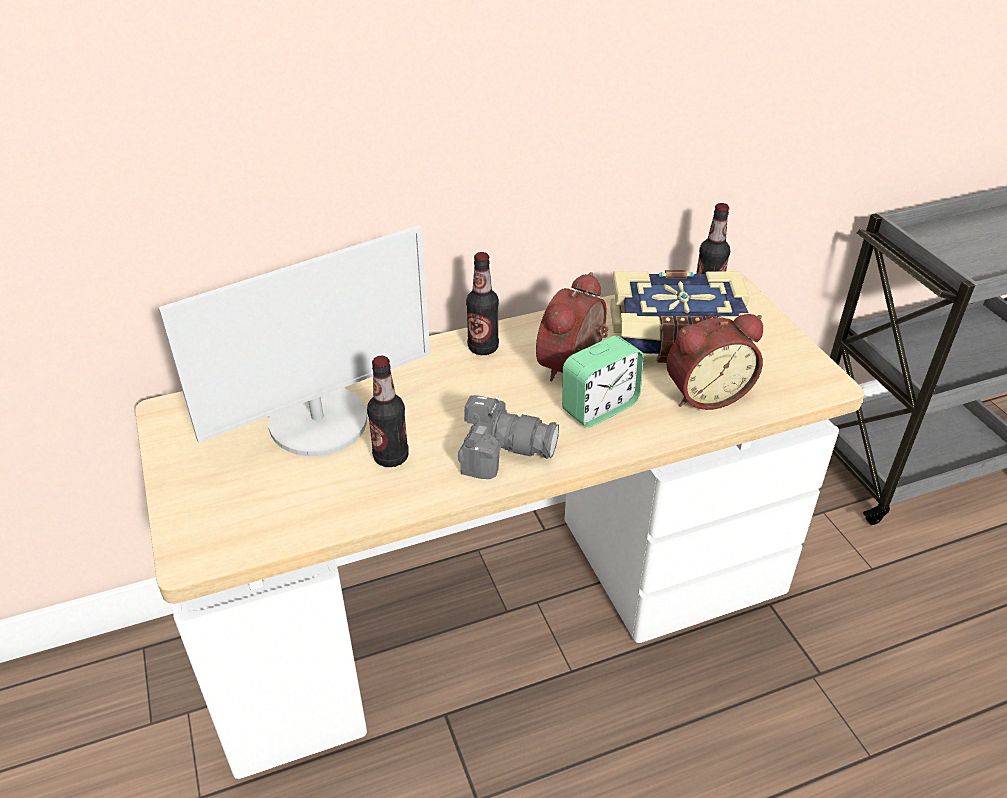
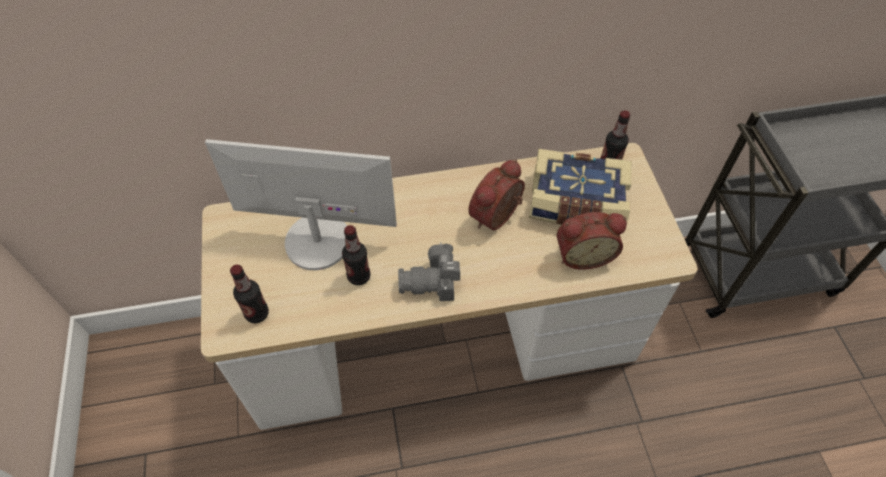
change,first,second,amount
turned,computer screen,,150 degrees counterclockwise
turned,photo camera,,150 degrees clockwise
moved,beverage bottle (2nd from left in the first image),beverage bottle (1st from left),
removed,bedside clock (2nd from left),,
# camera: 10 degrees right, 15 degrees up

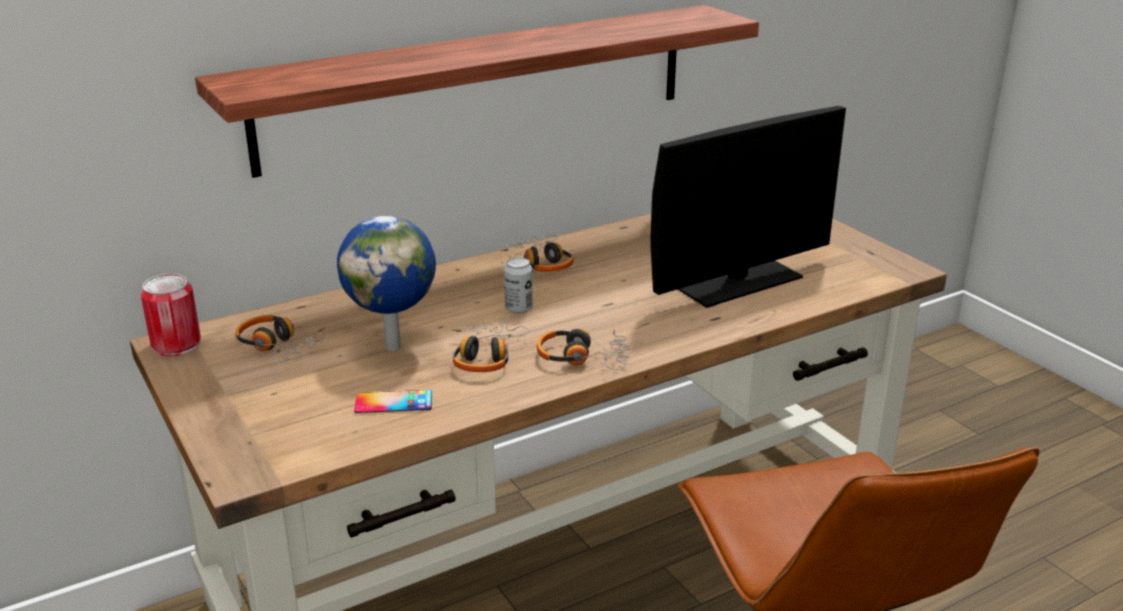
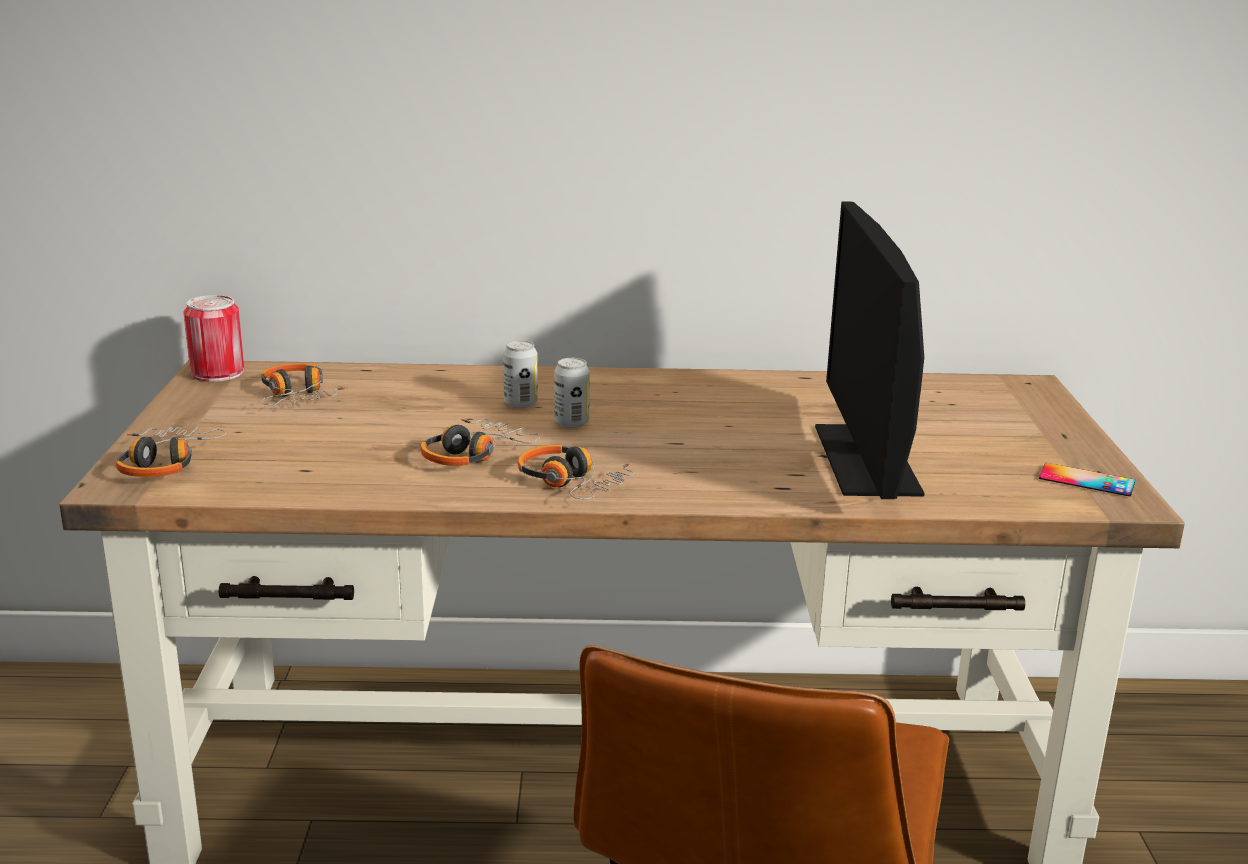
change,first,second,amount
removed,wall shelf,,
removed,desk globe,,
moved,telephone,,
moved,pair of headphones (3rd from left in the first image),pair of headphones (1st from left),
turned,computer screen,,90 degrees clockwise
added,,sealed can (2nd from left),
# camera: 30 degrees right, 5 degrees down

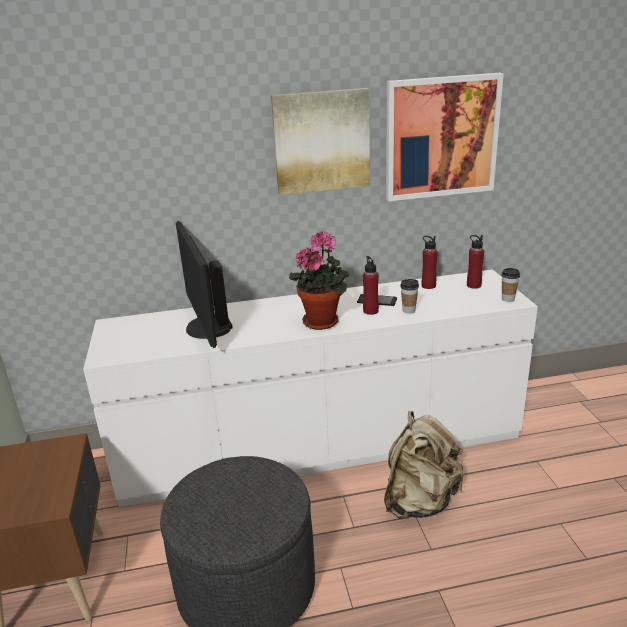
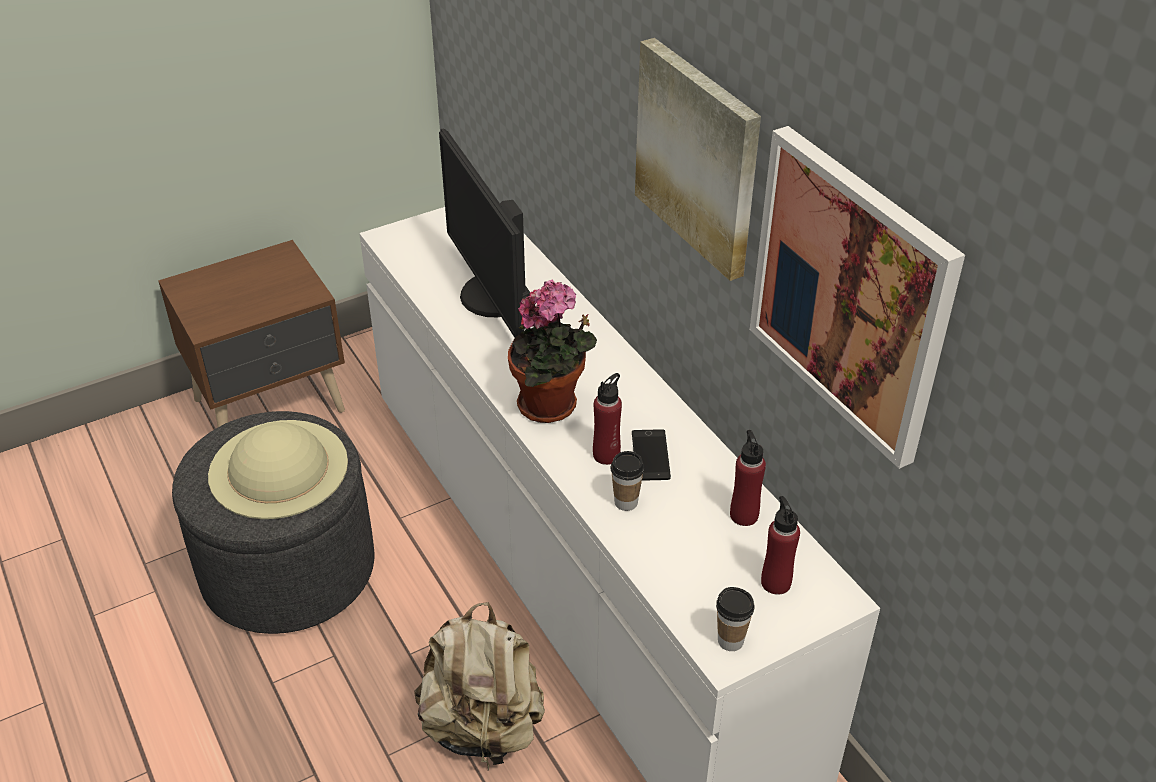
change,first,second,amount
turned,computer screen,,75 degrees counterclockwise
added,,hat/sand-coloured,
# camera: 70 degrees right, 15 degrees up

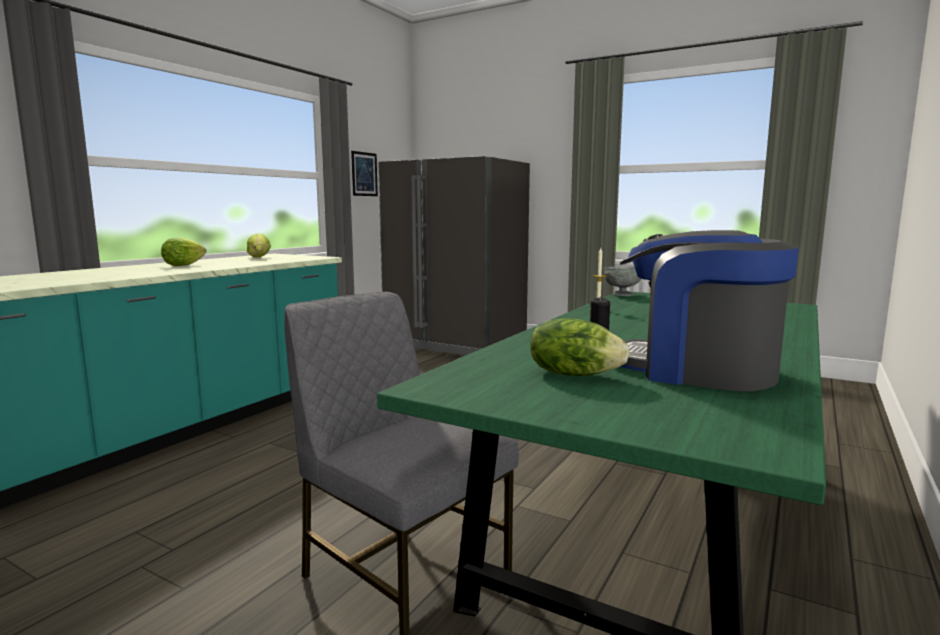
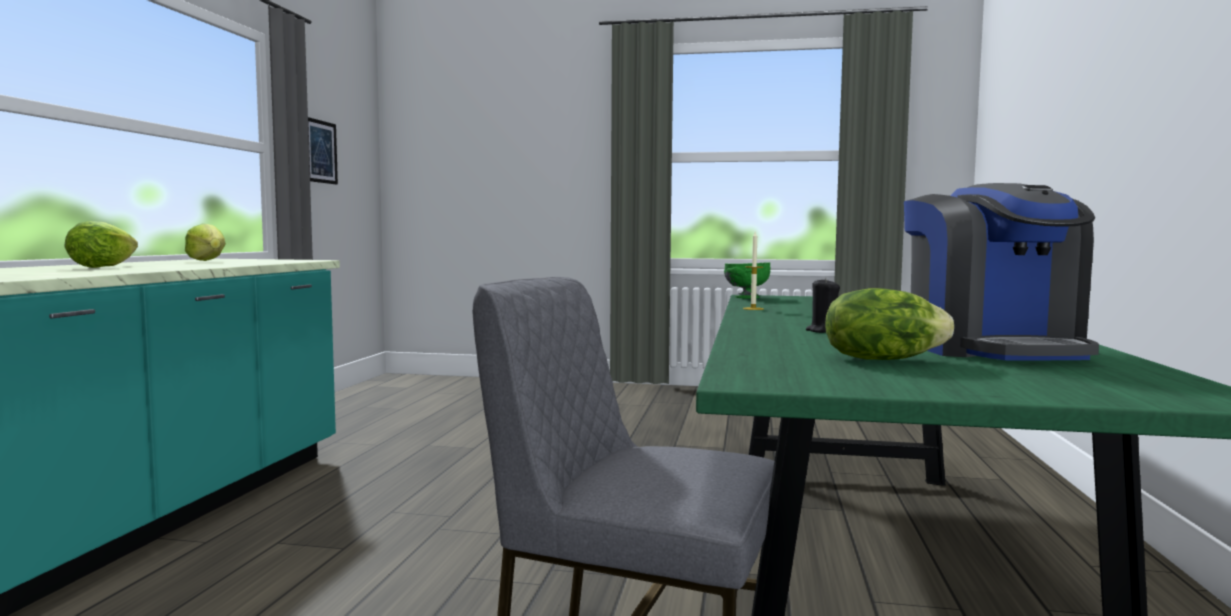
change,first,second,amount
removed,fridge/greyish,,
recoloured,serving bowl/greyish,serving bowl/green-coloured,
turned,coffee maker,,105 degrees counterclockwise
# camera: 20 degrees left, 5 degrees down

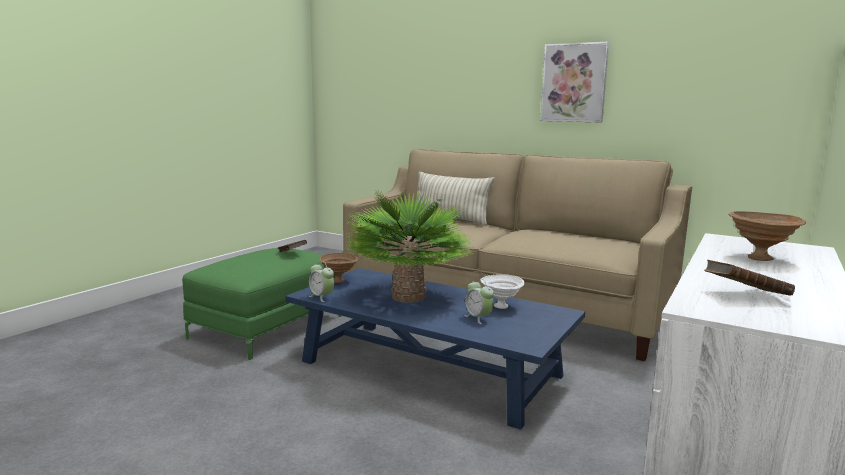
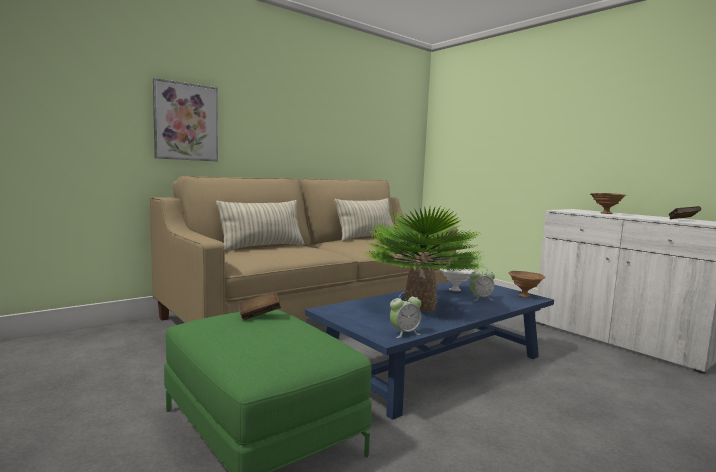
change,first,second,amount
moved,serving bowl/brown (1st from left),,
moved,picture,,
added,,pillow (2nd from left),
# camera: 70 degrees left, 5 degrees down

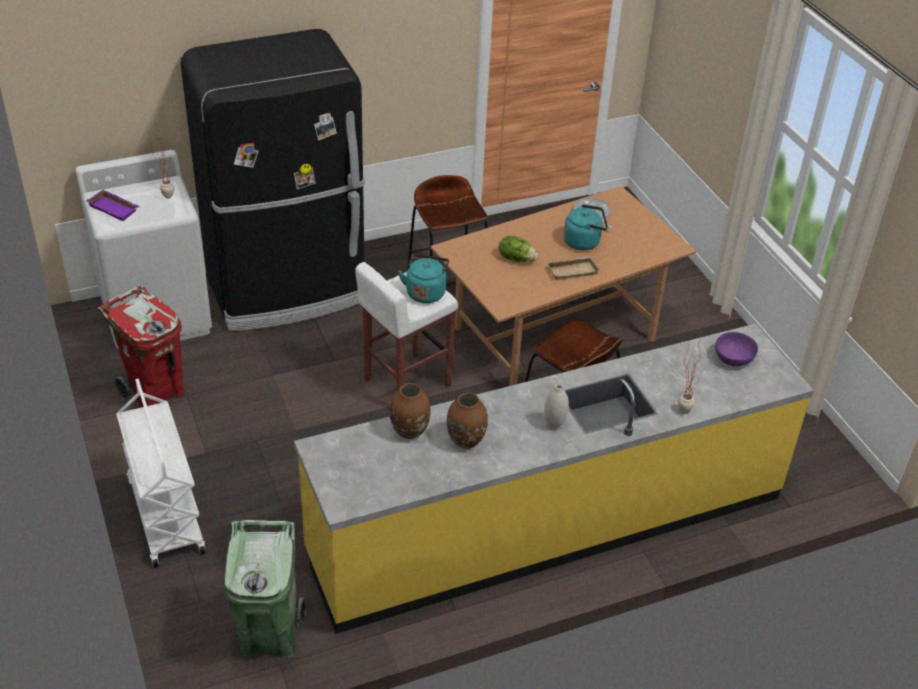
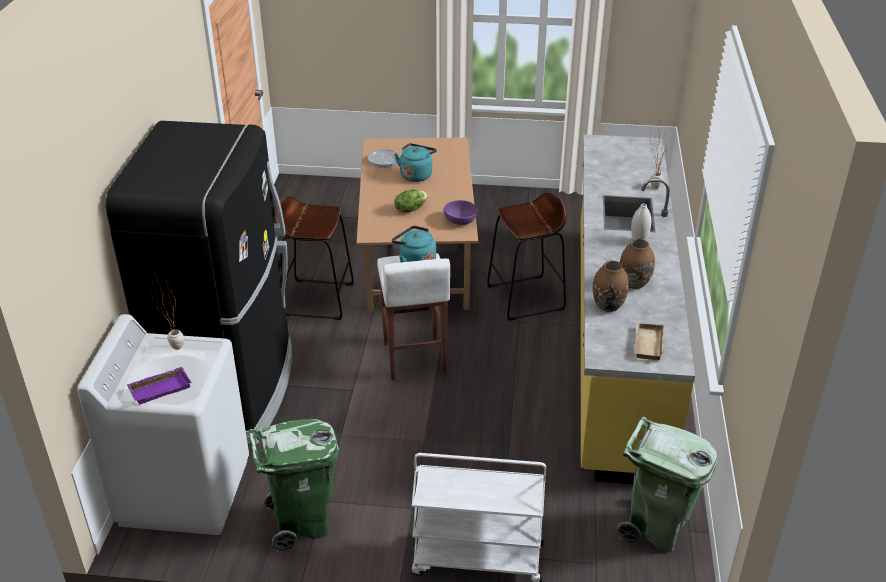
change,first,second,amount
recoloured,rubbish bin/red-coloured,rubbish bin/green-coloured (1st from left),
moved,carrying tray/sand-coloured,,
moved,serving bowl/purple-coloured,,
# camera: 60 degrees left, 5 degrees down

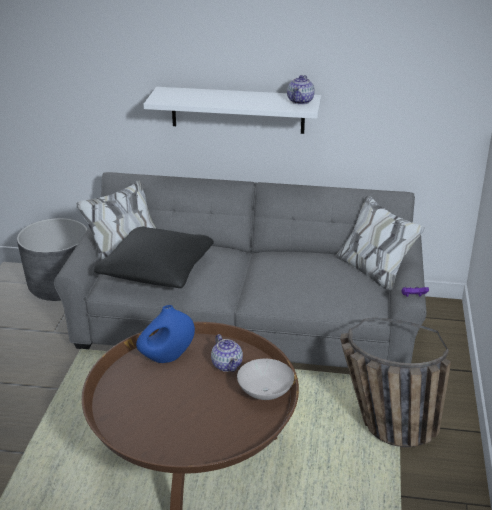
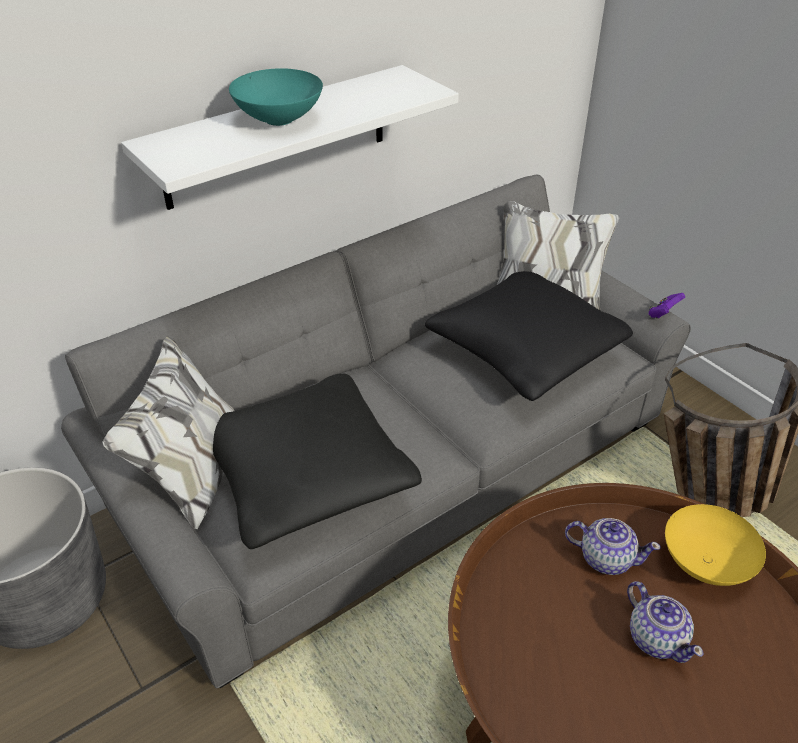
change,first,second,amount
removed,decorative vase/blue,,
recoloured,serving bowl/whitish,serving bowl/yellowish,
moved,teapot (2nd from left),,
added,,serving bowl/turquoise,
added,,pillow/black-coloured (2nd from left),
# camera: 45 degrees left, 10 degrees up

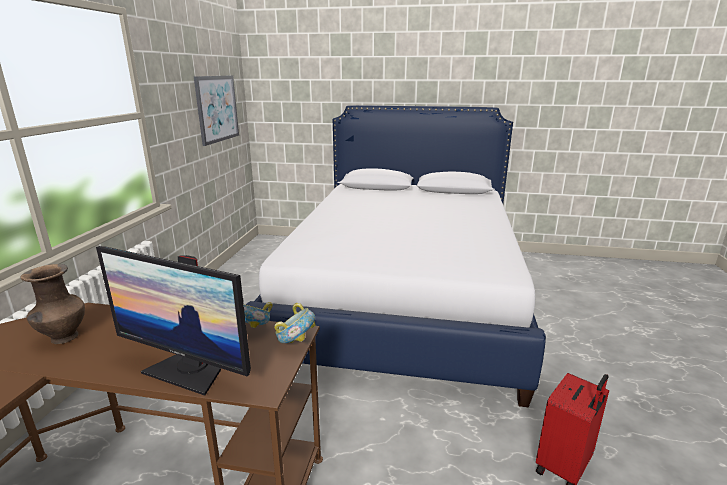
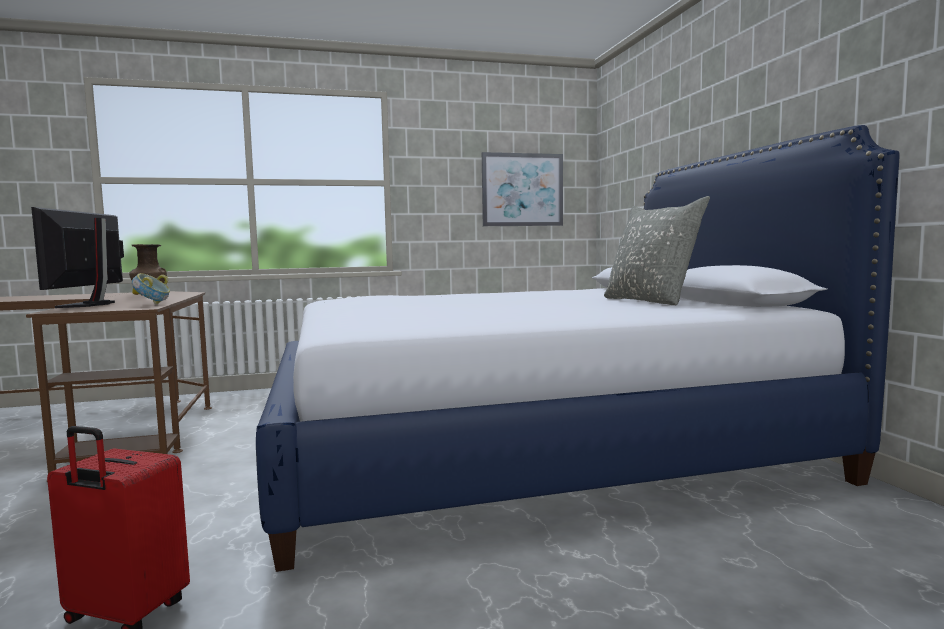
change,first,second,amount
removed,serving bowl (2nd from left),,
added,,pillow/greyish,
# camera: 65 degrees right, 15 degrees down

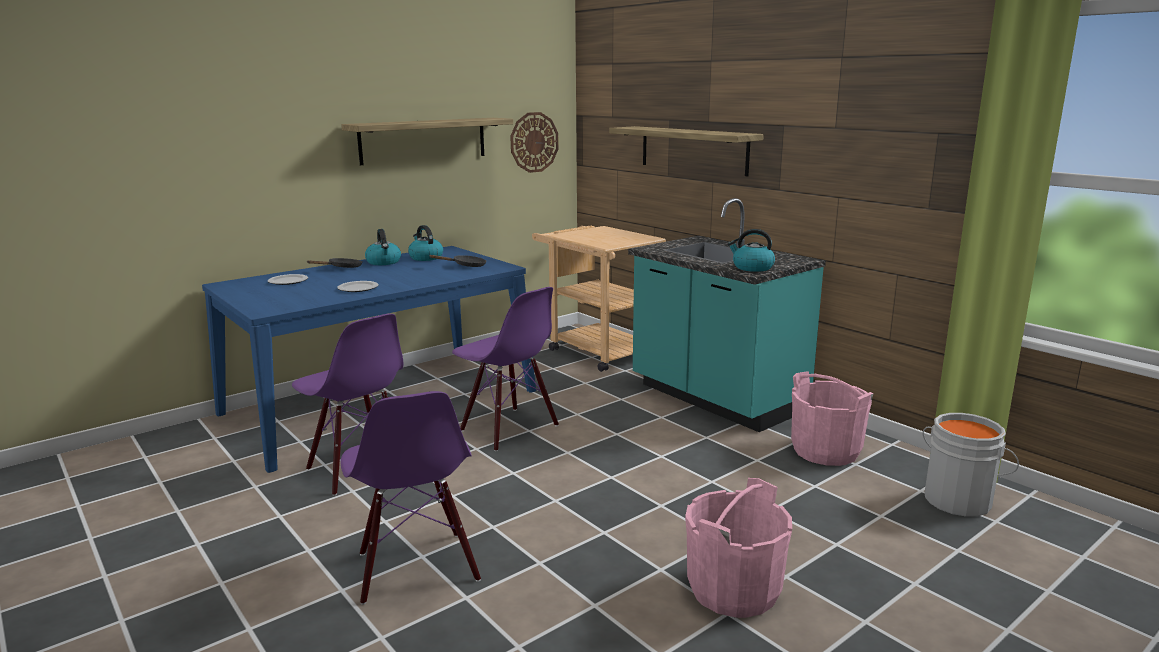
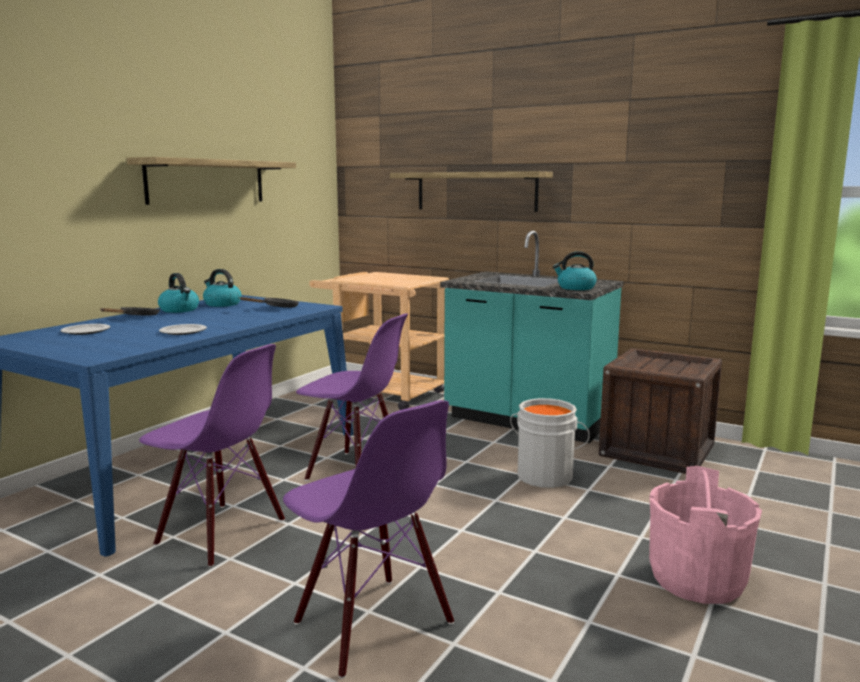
change,first,second,amount
removed,clock on the wall,,
replaced,water bucket/pink (2nd from left),packing crate,
moved,water bucket/greyish,,
# camera: 20 degrees left, 5 degrees down

